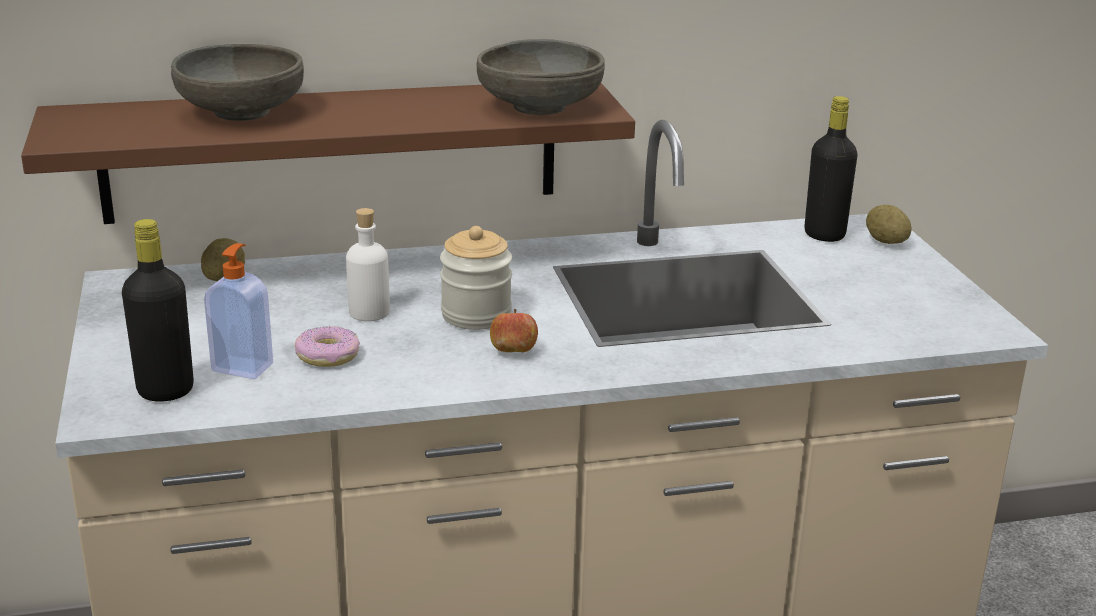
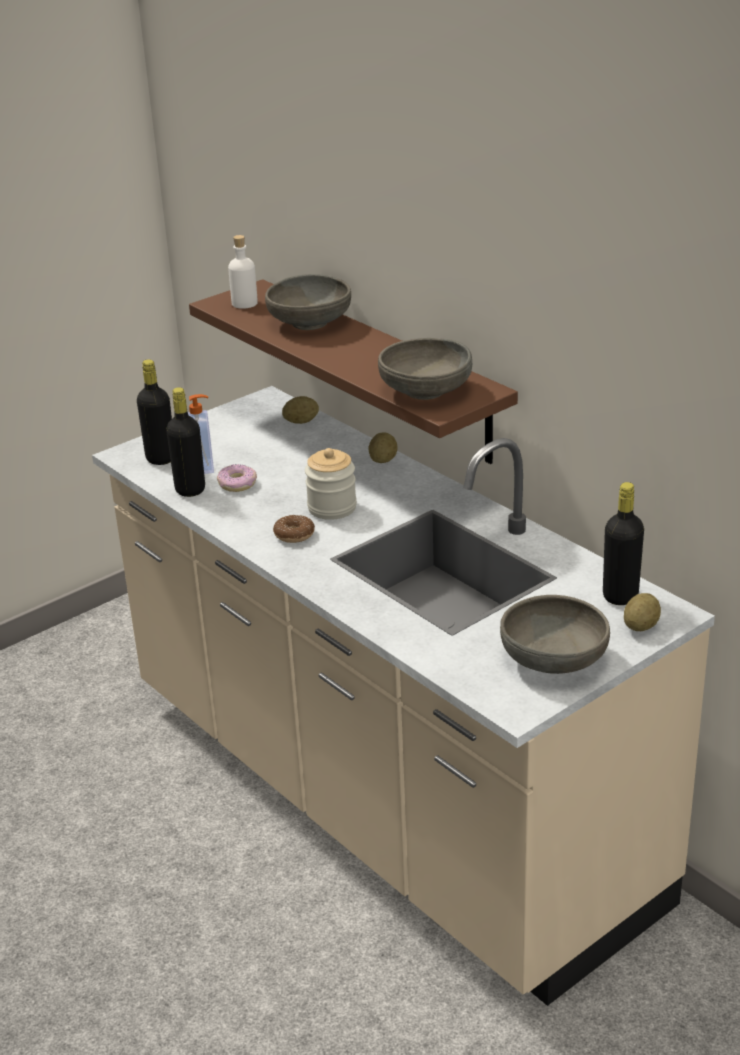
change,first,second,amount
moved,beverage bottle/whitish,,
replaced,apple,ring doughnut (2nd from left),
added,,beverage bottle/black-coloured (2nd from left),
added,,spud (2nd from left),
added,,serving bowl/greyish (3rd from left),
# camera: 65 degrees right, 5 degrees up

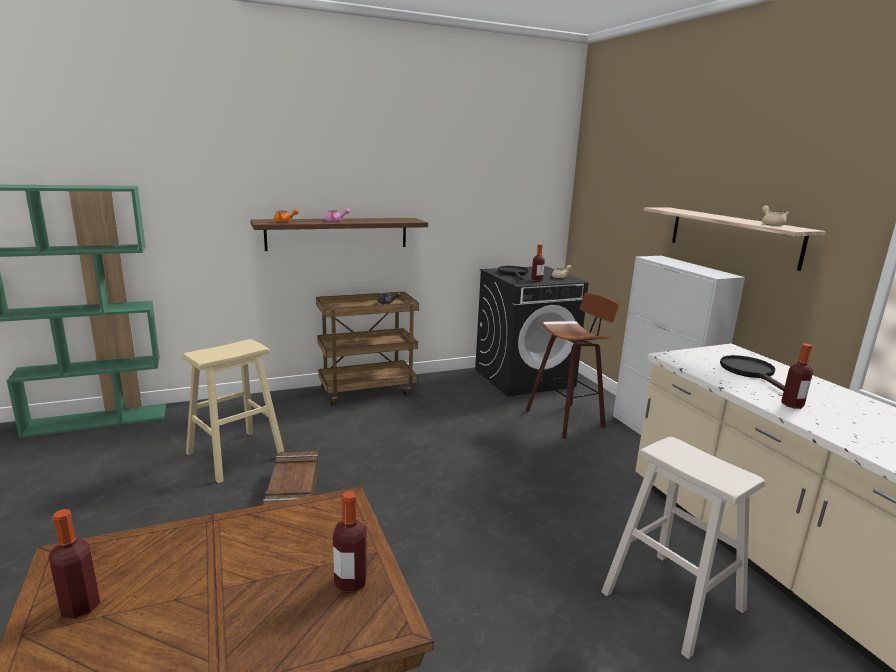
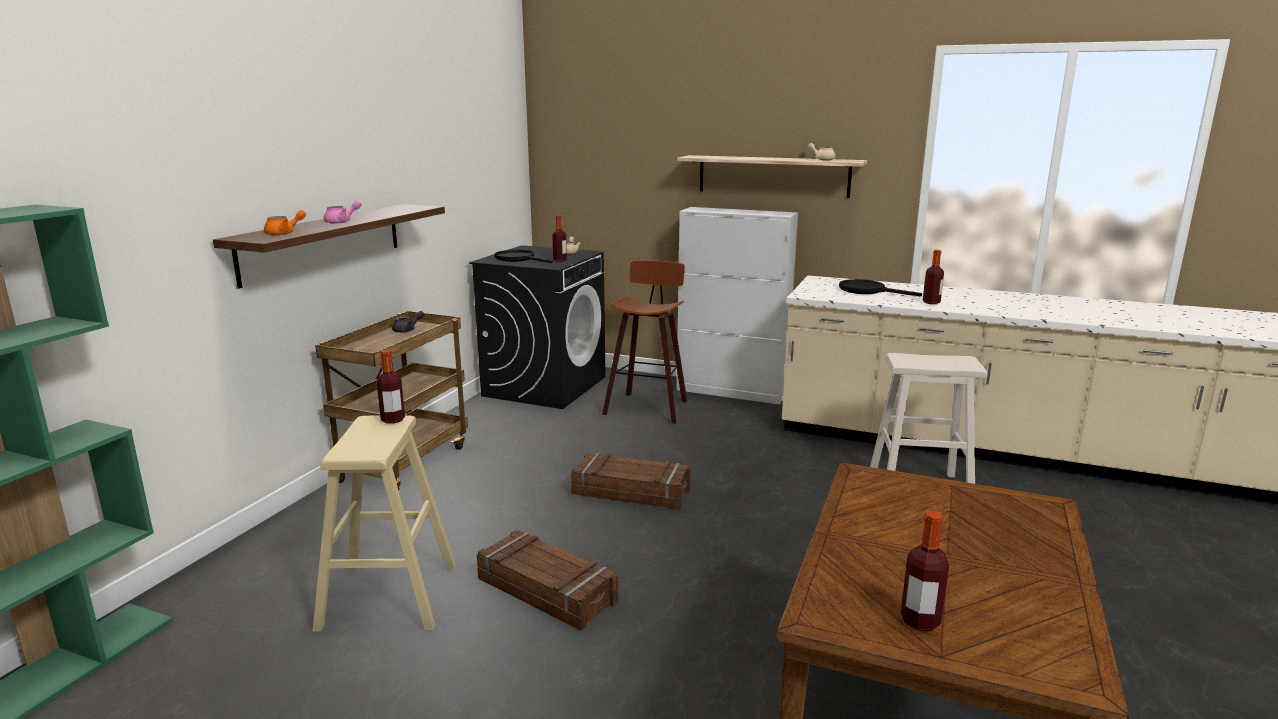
change,first,second,amount
moved,beverage bottle (2nd from left in the first image),beverage bottle (1st from left),
added,,packing crate (2nd from left),
# camera: 45 degrees left, 0 degrees up

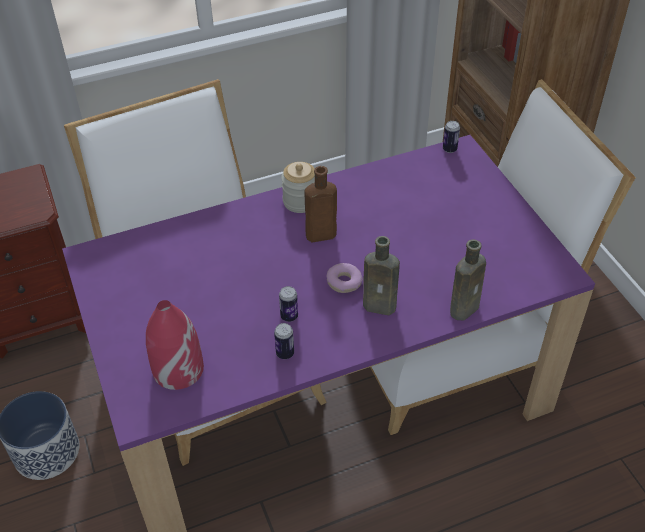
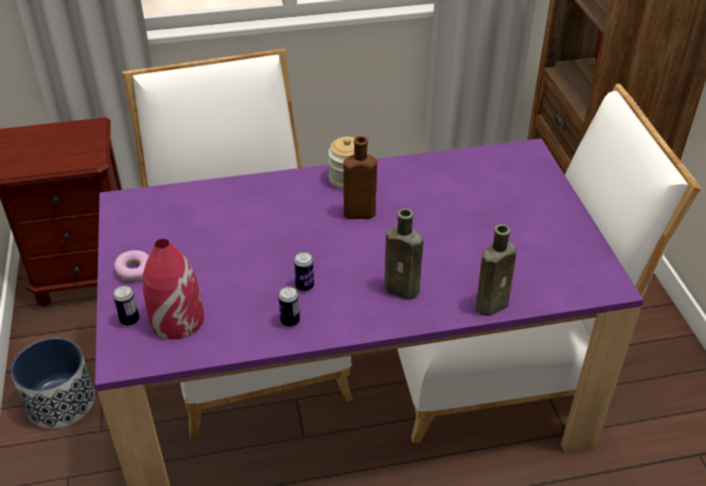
change,first,second,amount
moved,ring doughnut,,
moved,sealed can (3rd from left in the first image),sealed can (1st from left),
# camera: 10 degrees right, 5 degrees down

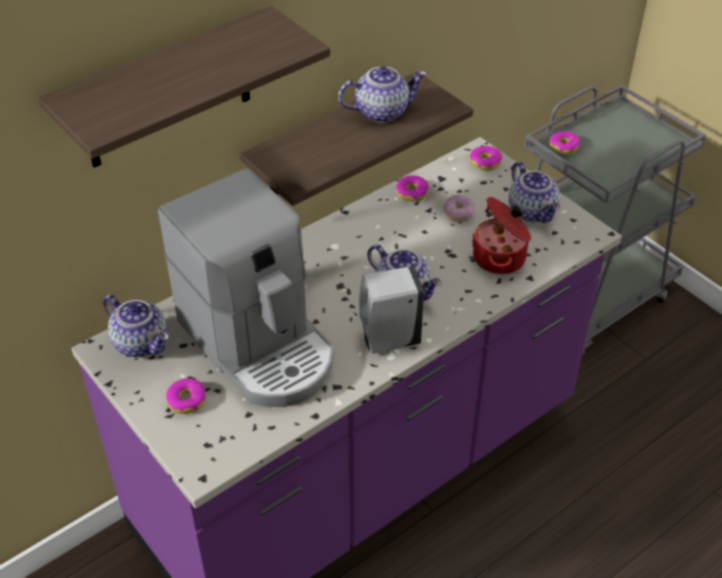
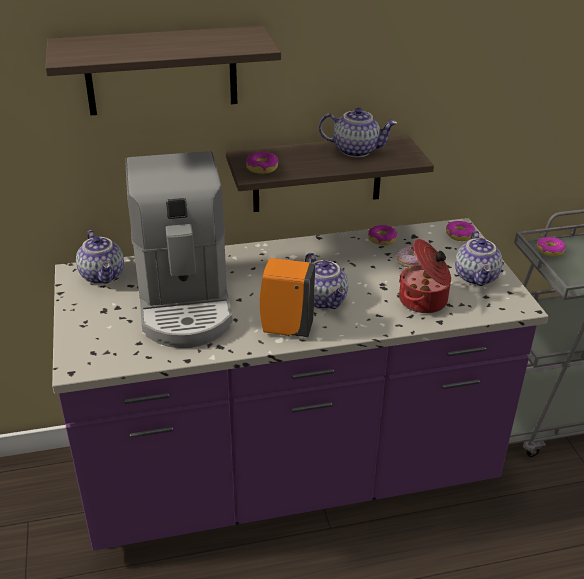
change,first,second,amount
moved,ring doughnut (1st from left),,
recoloured,soap dispenser/whitish,soap dispenser/orange,
# camera: 25 degrees right, 10 degrees down

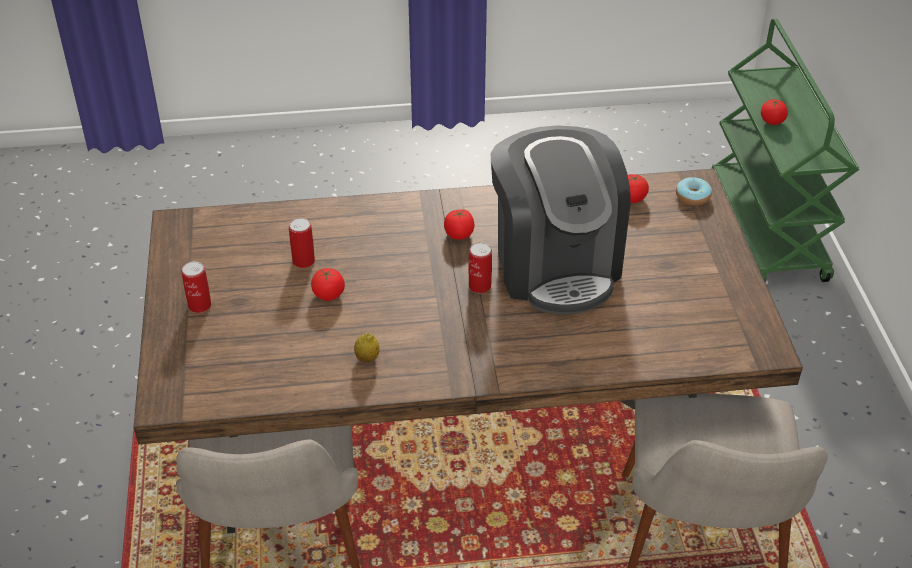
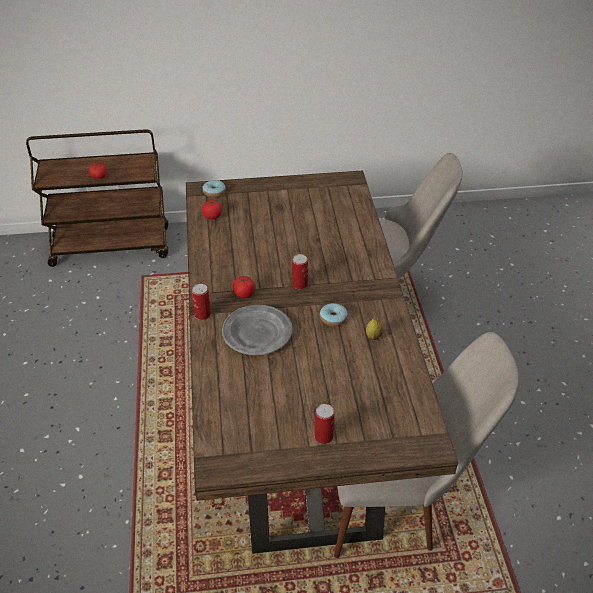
change,first,second,amount
moved,sealed can (2nd from left in the first image),sealed can (1st from left),
removed,fresh tomato (1st from left),,
removed,coffee maker,,
recoloured,trolley/green-coloured,trolley/brown,
added,,flat dish/greyish,
added,,ring doughnut (2nd from left),
# camera: 90 degrees left, 0 degrees up

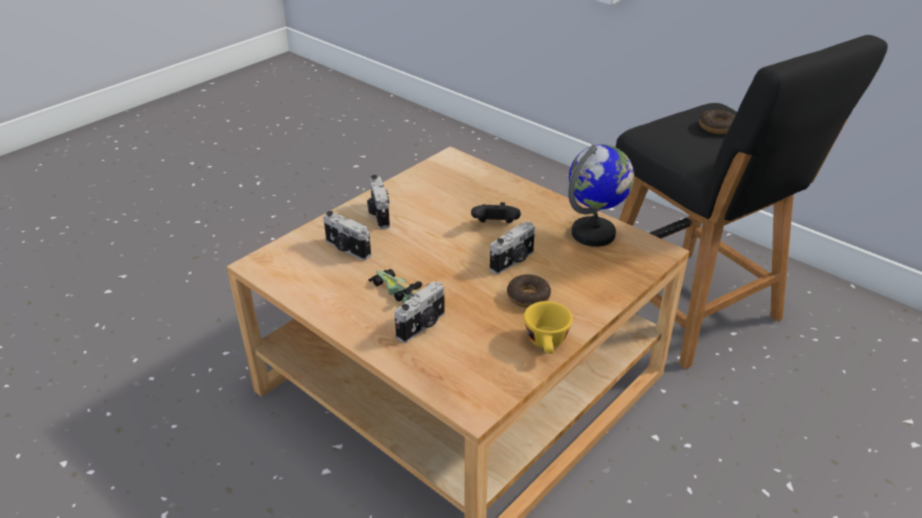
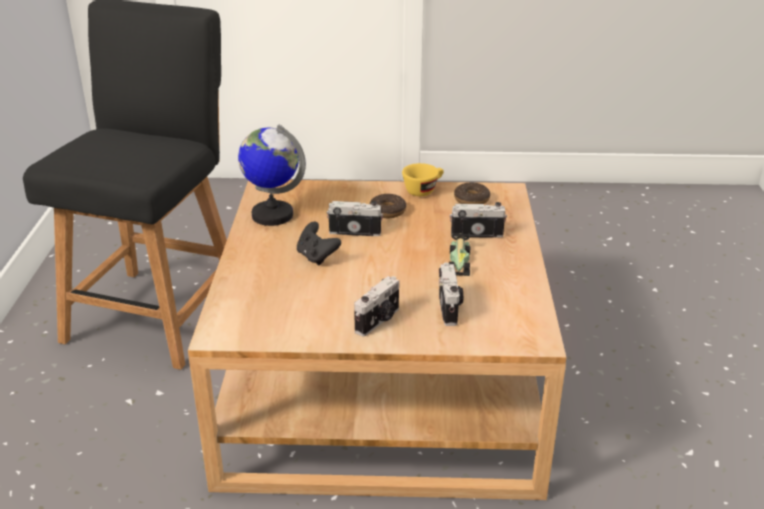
change,first,second,amount
moved,ring doughnut (2nd from left),,
# camera: 130 degrees left, 5 degrees down

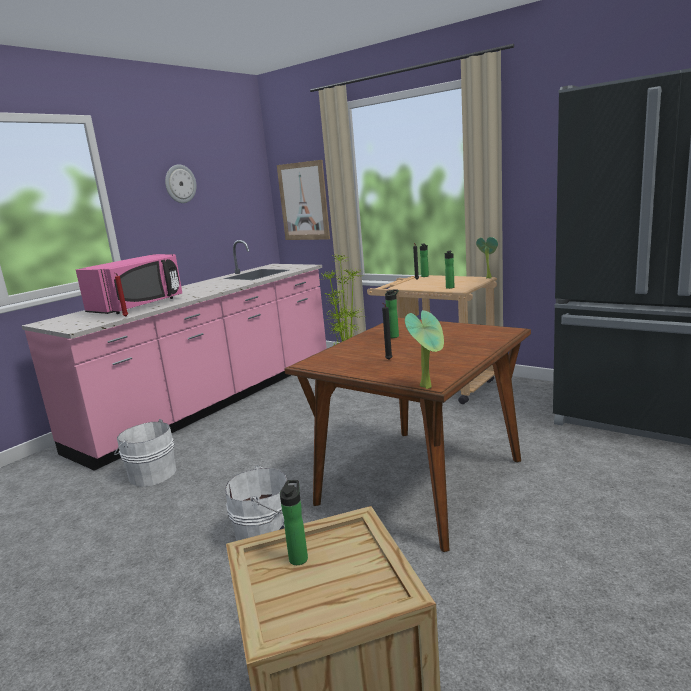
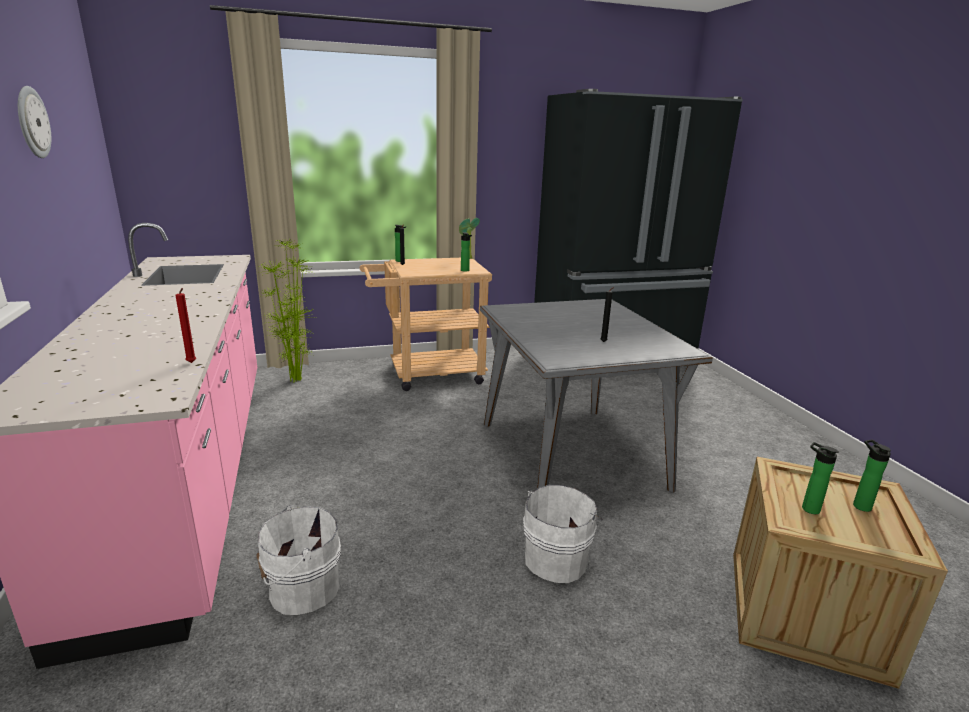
change,first,second,amount
removed,microwave/pink,,
removed,picture,,
recoloured,dining table/brown,dining table/greyish,
moved,beverage bottle (2nd from left in the first image),beverage bottle (4th from left),
removed,potted plant (2nd from left),,
# camera: 55 degrees left, 5 degrees up

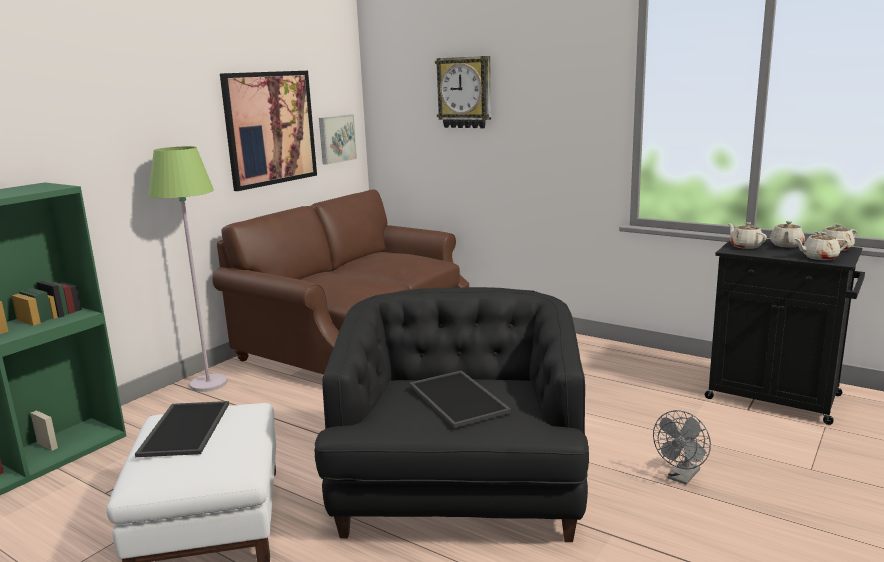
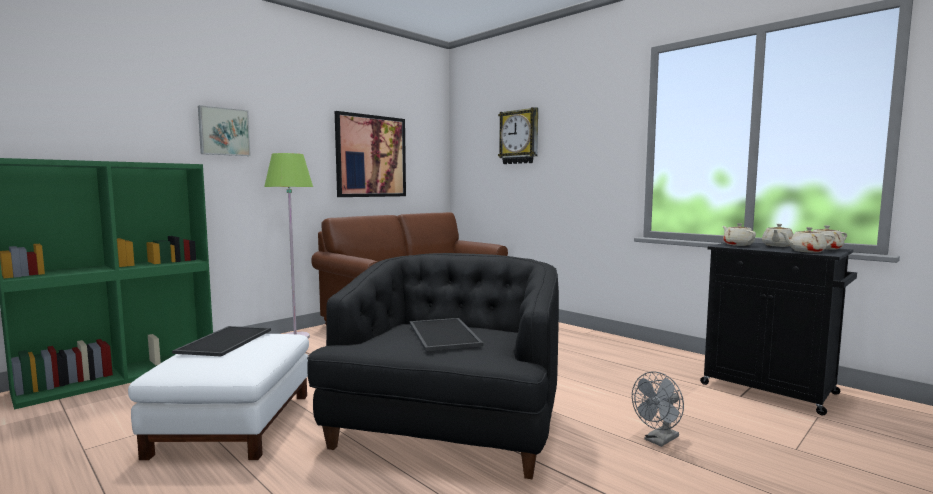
change,first,second,amount
moved,picture (2nd from left in the first image),picture (1st from left),
# camera: 10 degrees right, 10 degrees down

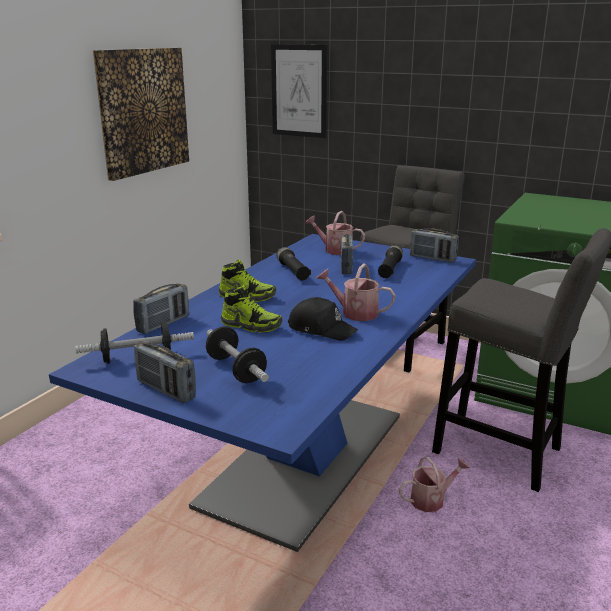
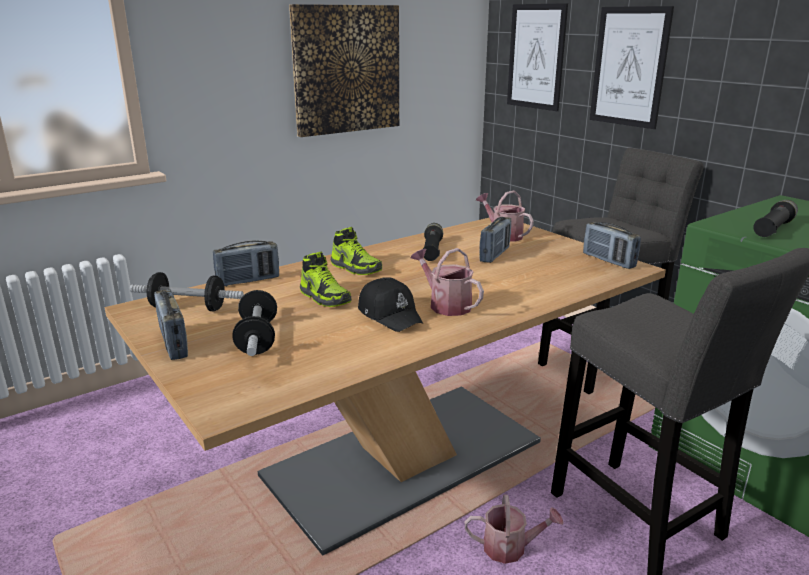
change,first,second,amount
recoloured,dining table/blue,dining table/sand-coloured,
moved,torch/black-coloured (2nd from left),,
added,,picture (3rd from left),
# camera: 25 degrees right, 0 degrees up

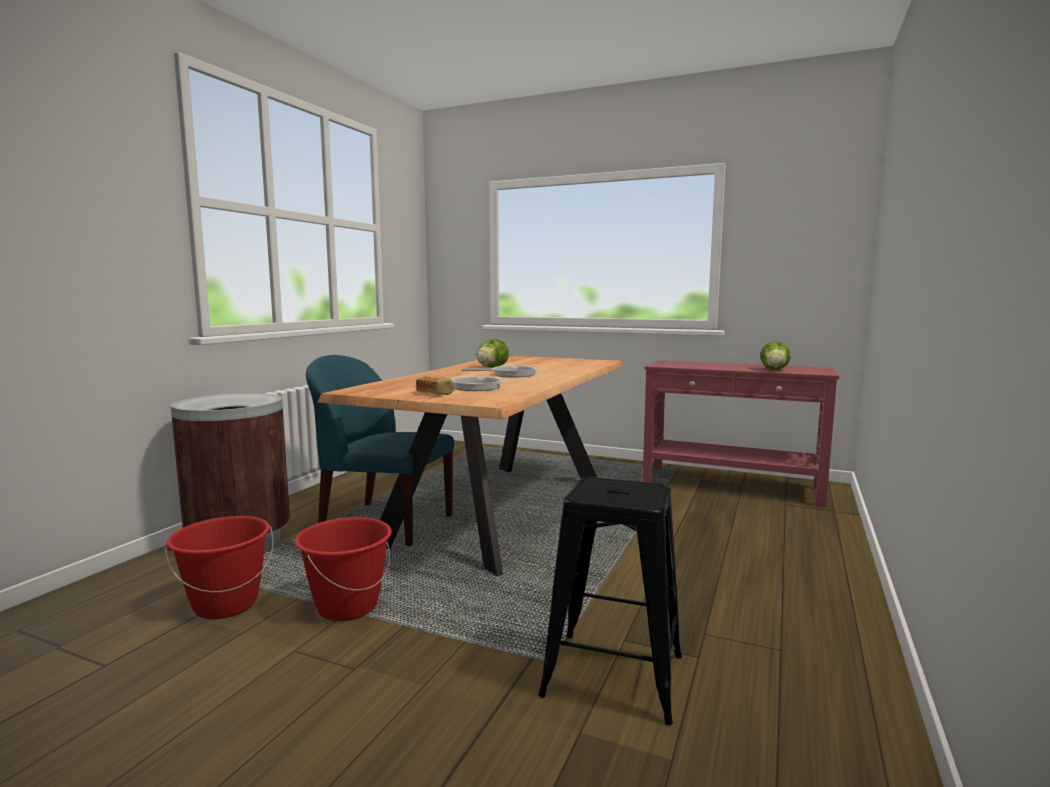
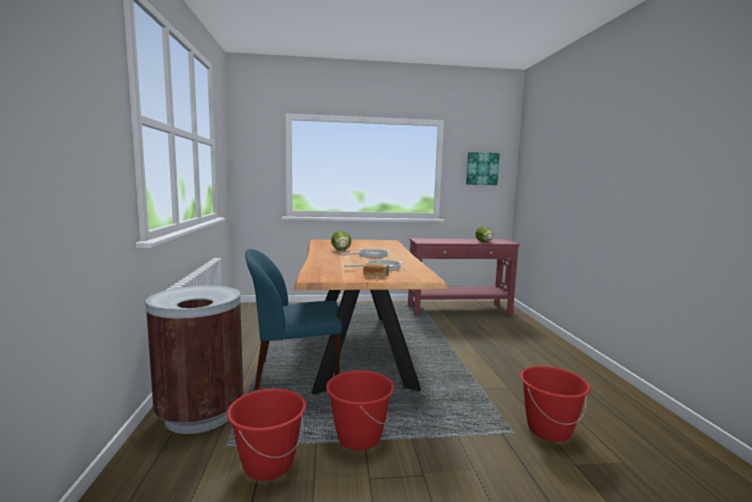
change,first,second,amount
replaced,stool/black-coloured,water bucket/red-coloured (3rd from left),
added,,picture,
# camera: 30 degrees left, 0 degrees up

